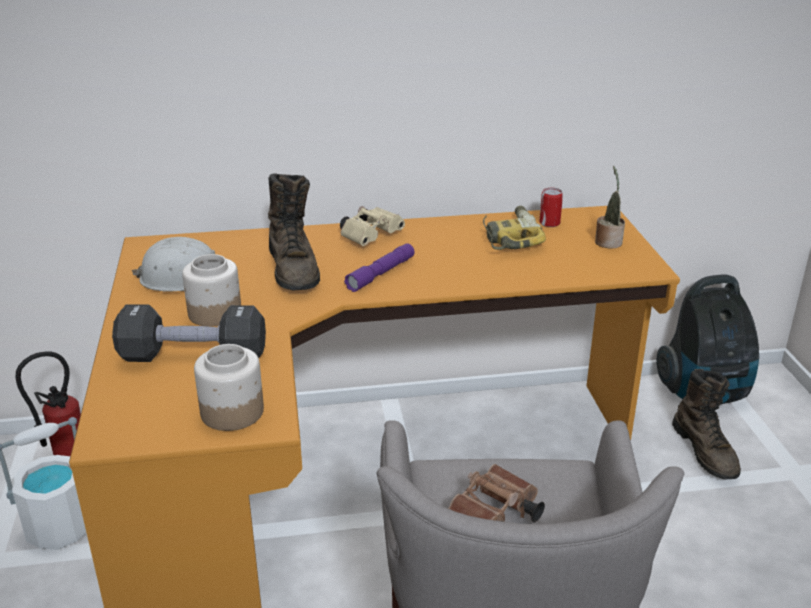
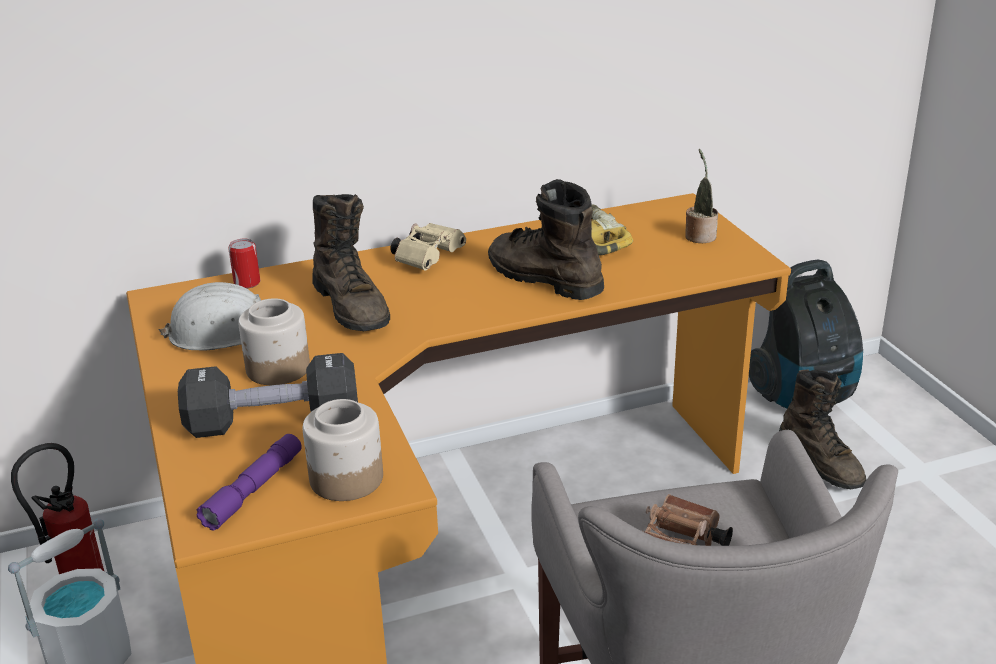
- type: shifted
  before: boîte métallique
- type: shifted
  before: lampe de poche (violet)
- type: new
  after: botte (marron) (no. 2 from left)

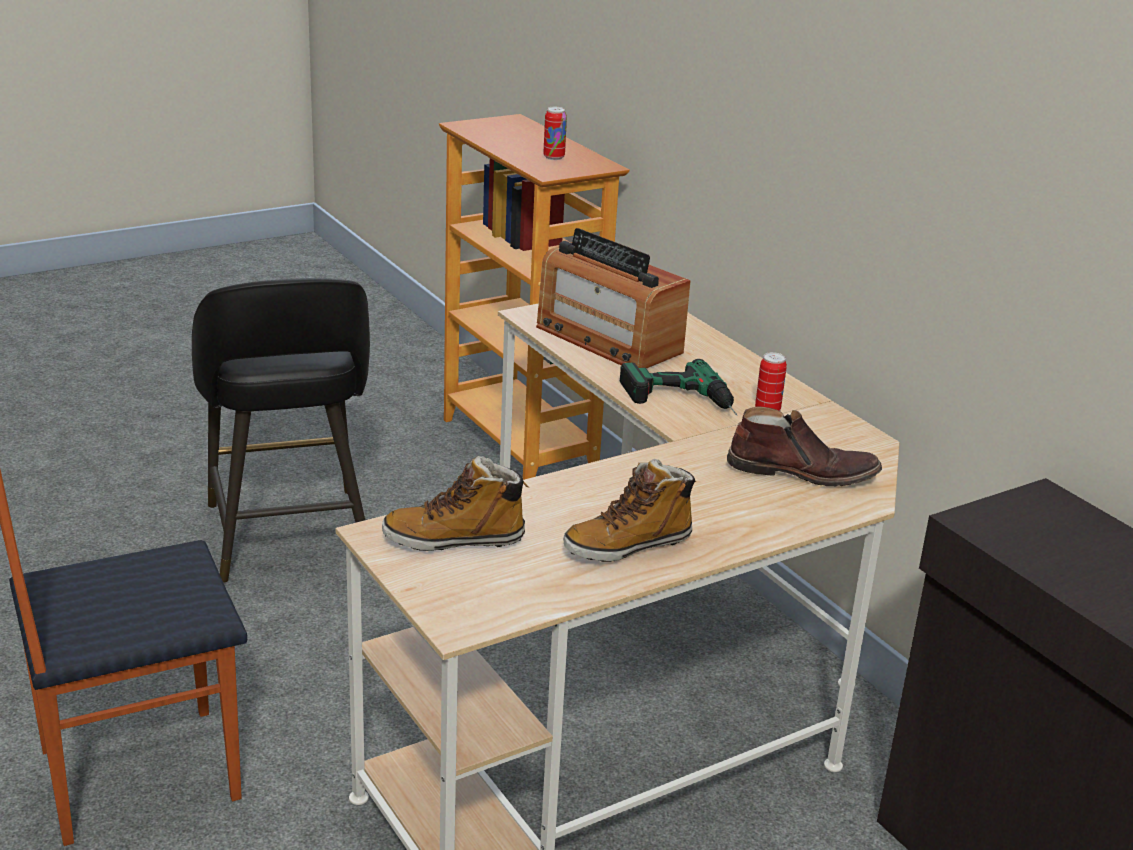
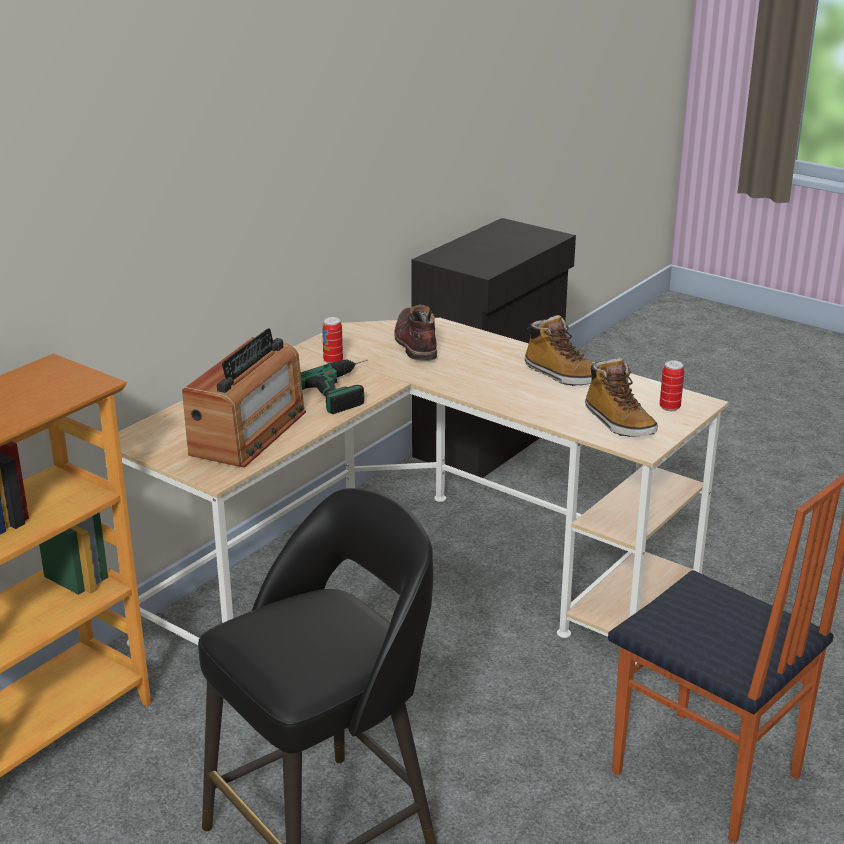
- type: shifted
  before: boîte métallique (no. 1 from left in the first image)
  after: boîte métallique (no. 2 from left)

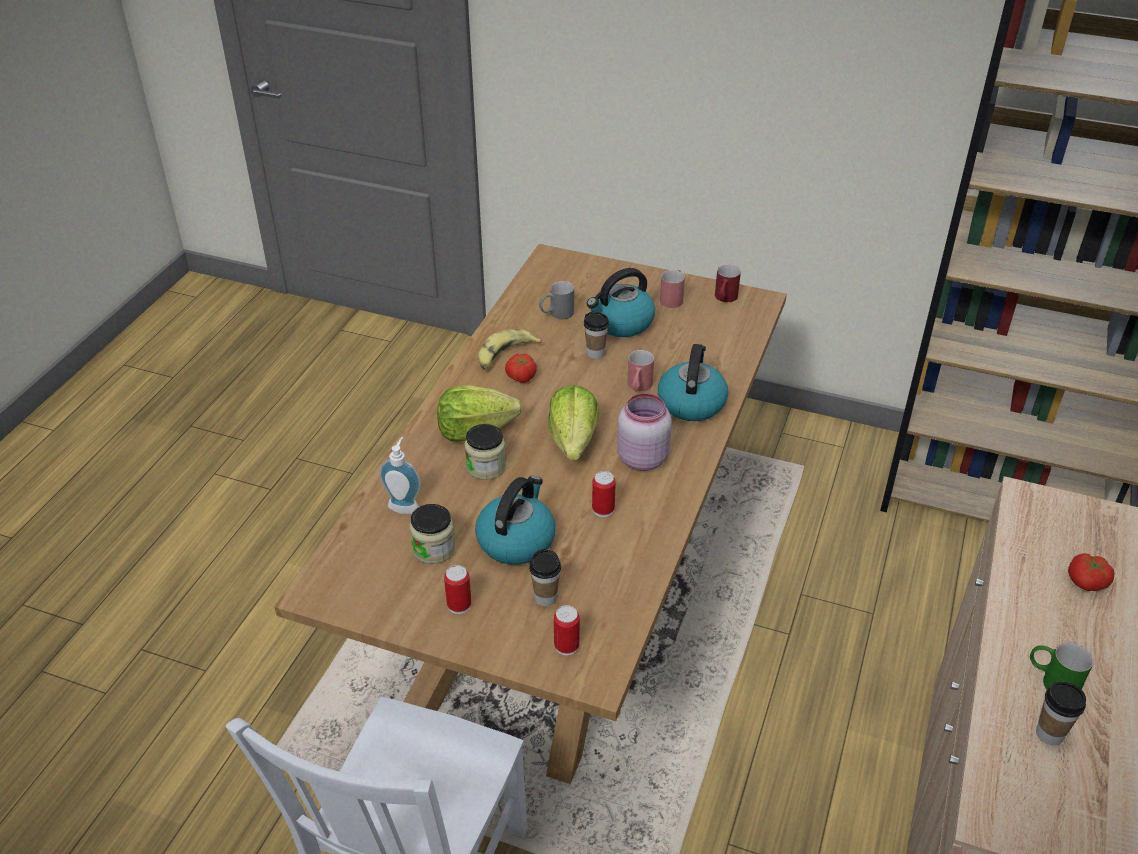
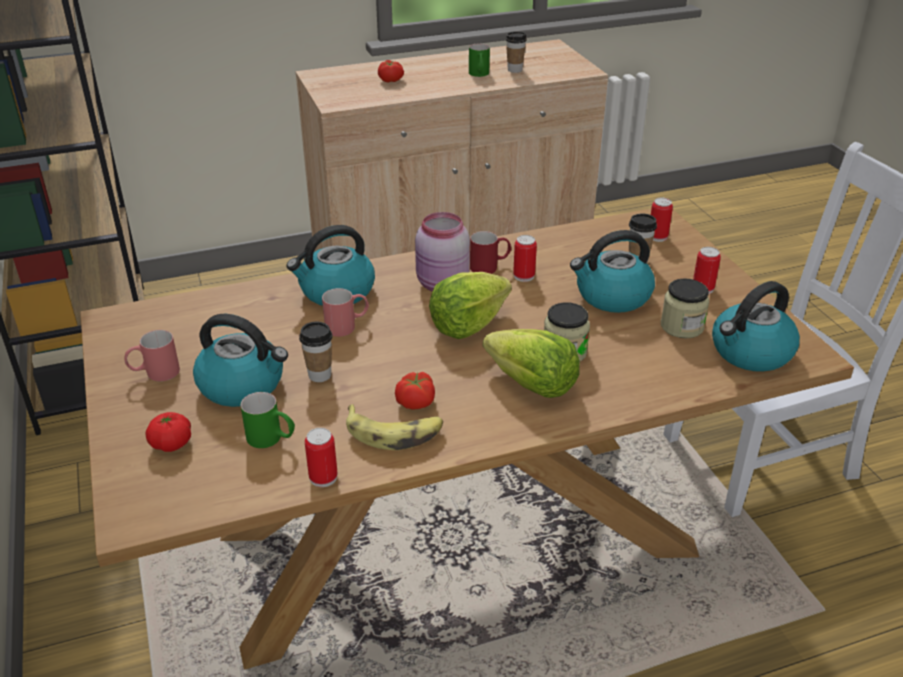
- type: shifted
  before: mug (rouge) (no. 3 from left)
- type: repainted
  before: mug (gris)
  after: mug (vert) (no. 1 from left)
- type: gone
  before: distributeur de savon
- type: new
  after: bouilloire (no. 4 from left)
- type: new
  after: tomate (no. 1 from left)
- type: new
  after: boîte métallique (no. 1 from left)

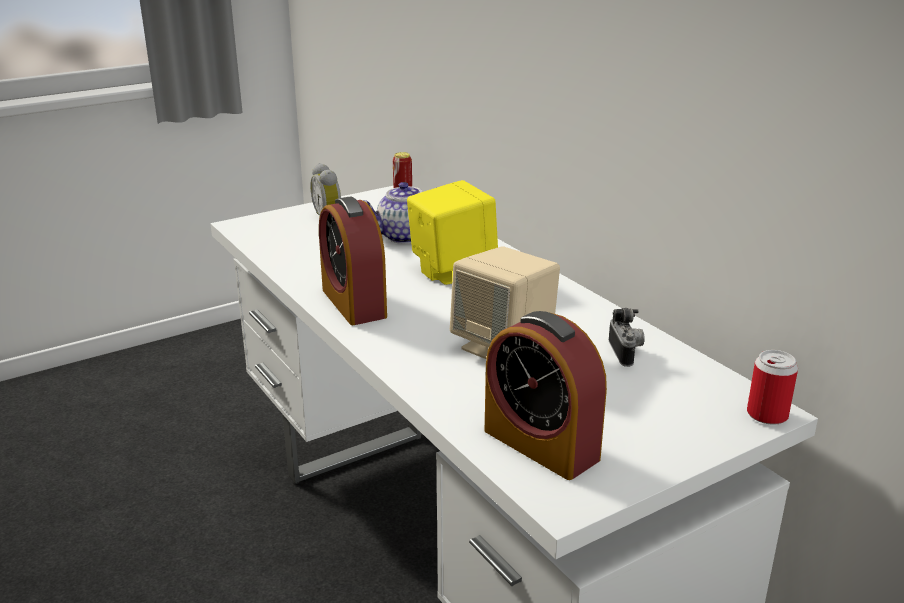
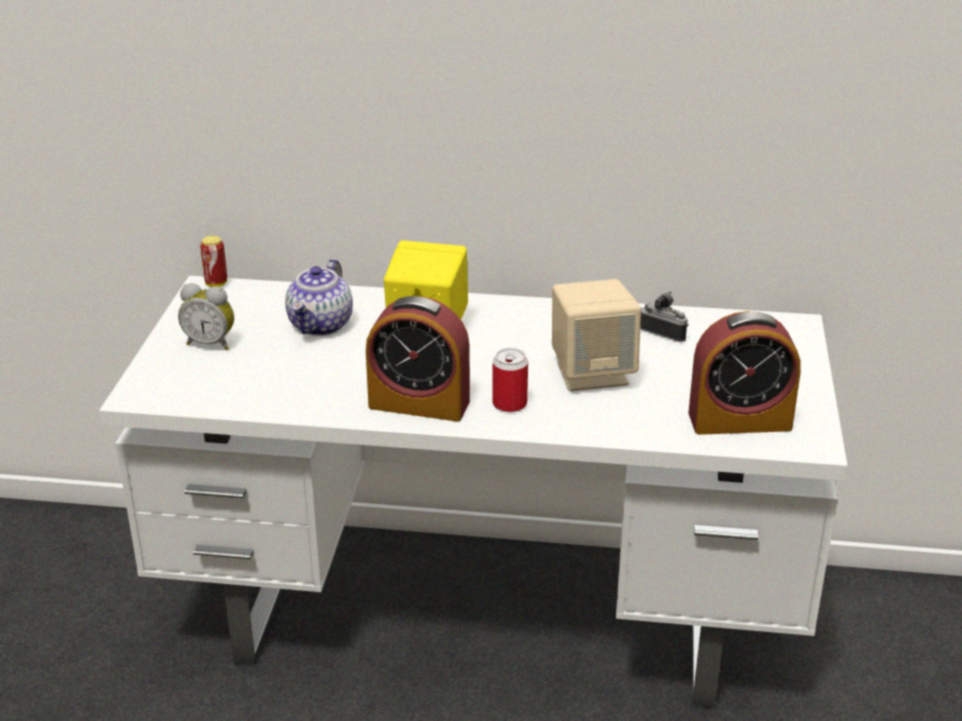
- type: shifted
  before: boîte métallique (no. 2 from left)

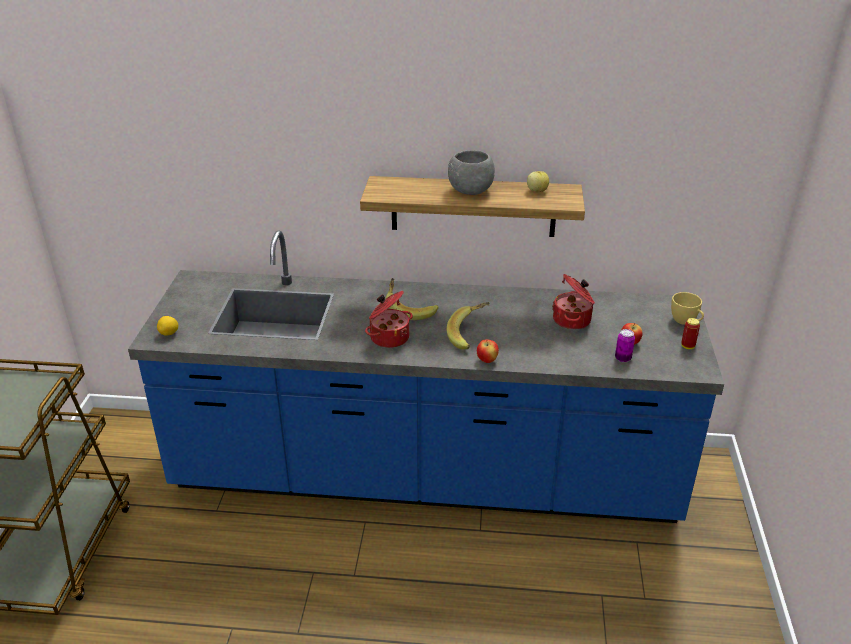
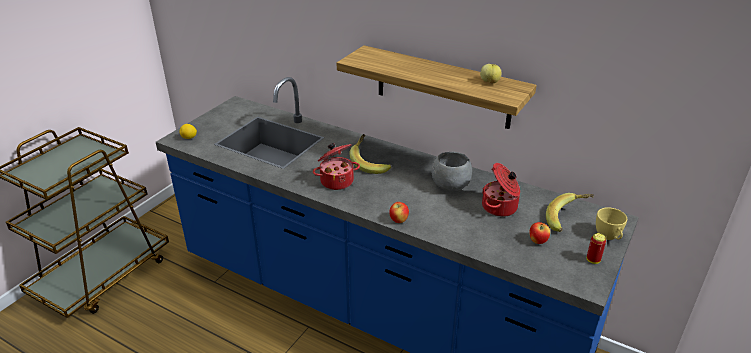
- type: shifted
  before: bol (gris)
- type: shifted
  before: banane (no. 2 from left)
- type: gone
  before: boîte métallique (no. 1 from left)

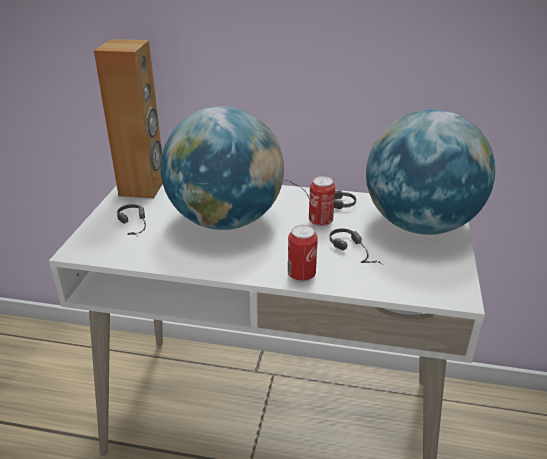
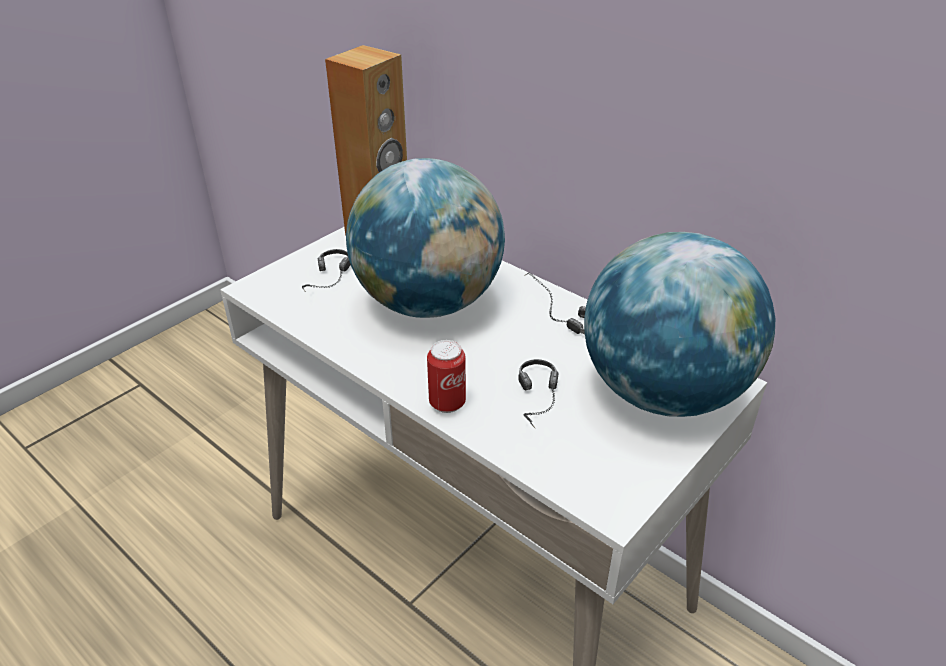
- type: gone
  before: boîte métallique (no. 2 from left)

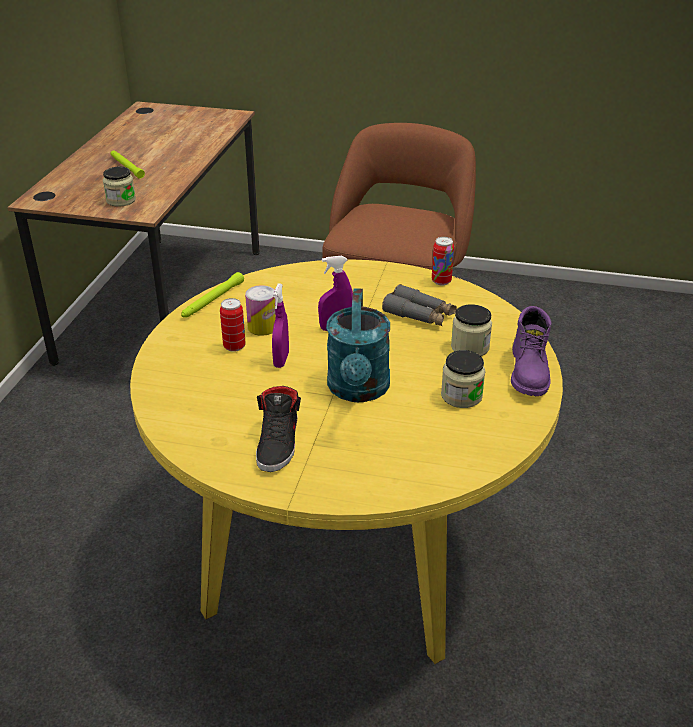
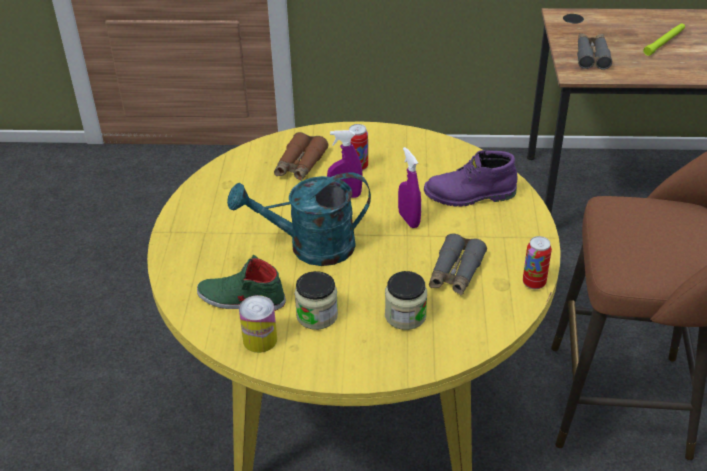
- type: swapped
  before: bocal (no. 1 from left)
  after: jumelles (gris) (no. 2 from left)
- type: gone
  before: lampe de poche (vert) (no. 2 from left)
- type: shifted
  before: boîte métallique (no. 2 from left in the first image)
  after: boîte métallique (no. 1 from left)
- type: shifted
  before: botte (violet)
- type: gone
  before: chaussure (noir)
- type: new
  after: jumelles (marron)
- type: new
  after: chaussure (vert)

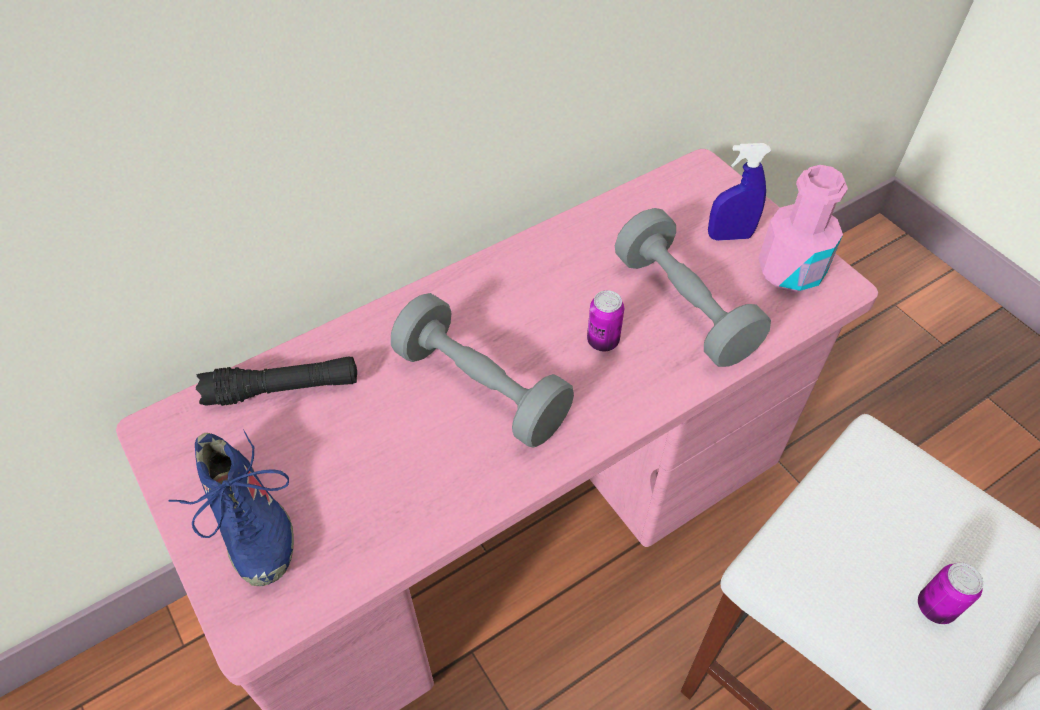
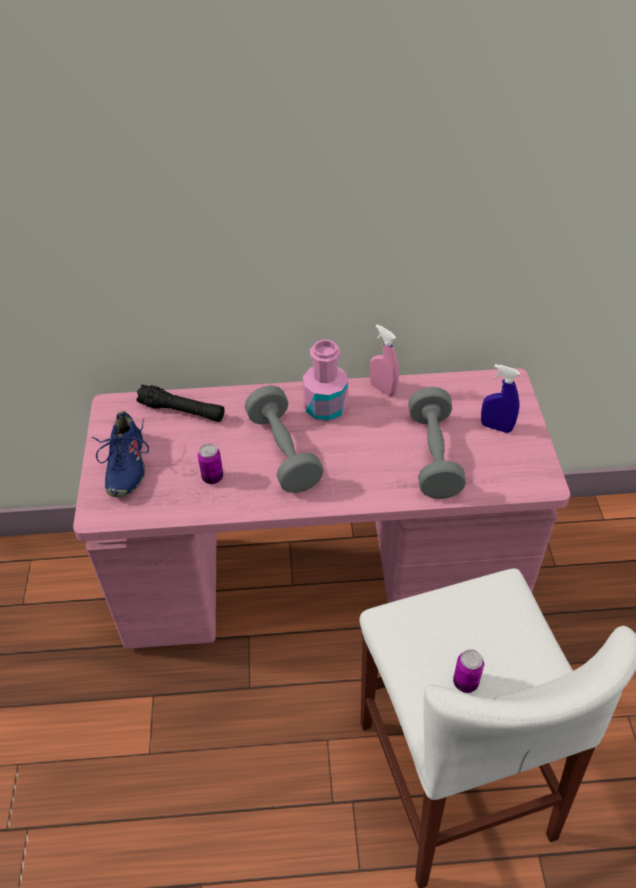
- type: shifted
  before: bouteille (rose)
- type: shifted
  before: boîte métallique (no. 1 from left)
- type: new
  after: vaporisateur (rose)

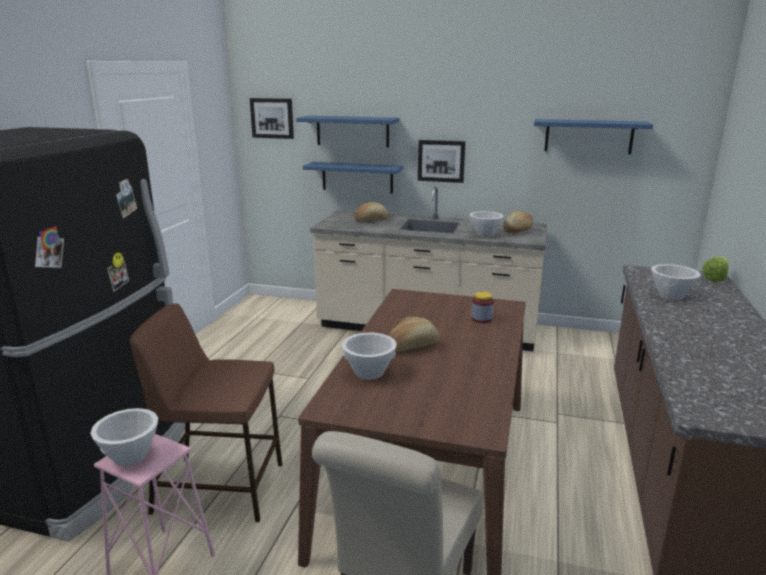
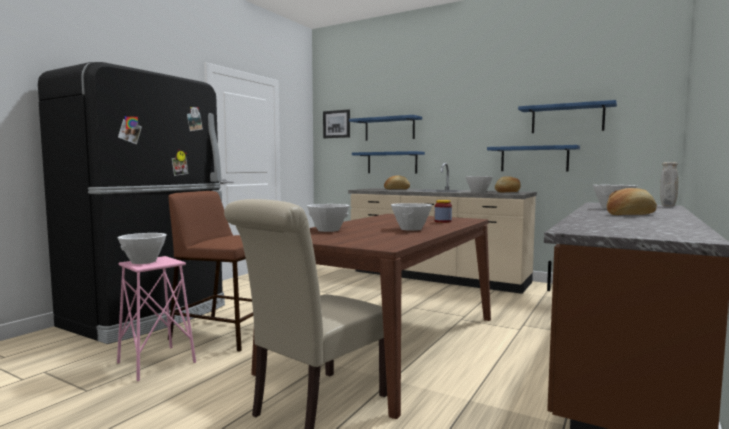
- type: gone
  before: tableau (no. 2 from left)
- type: swapped
  before: laitue
  after: vase (beige)
- type: shifted
  before: pain (no. 2 from left in the first image)
  after: pain (no. 3 from left)
- type: new
  after: étagère (bleu) (no. 3 from left)
- type: new
  after: bol (blanc) (no. 3 from left)

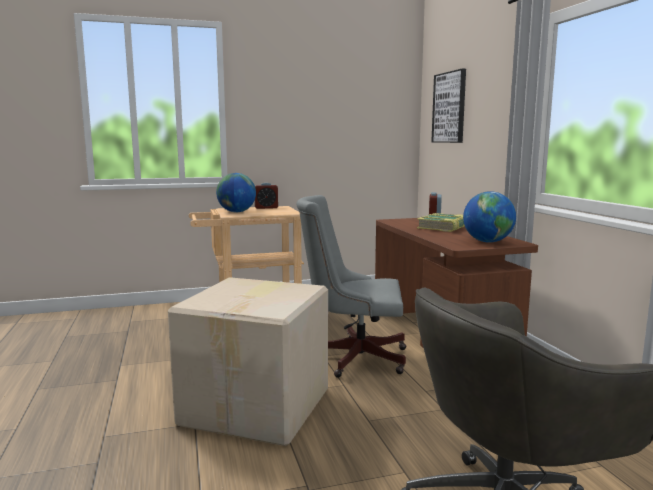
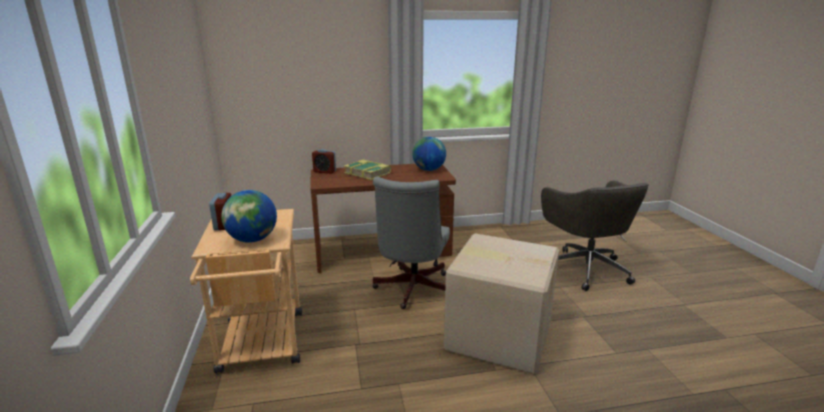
- type: gone
  before: tableau

